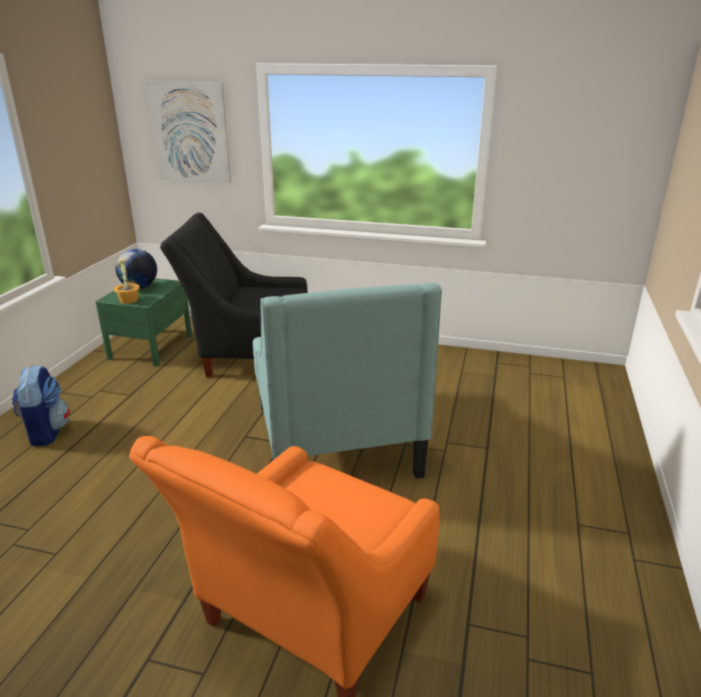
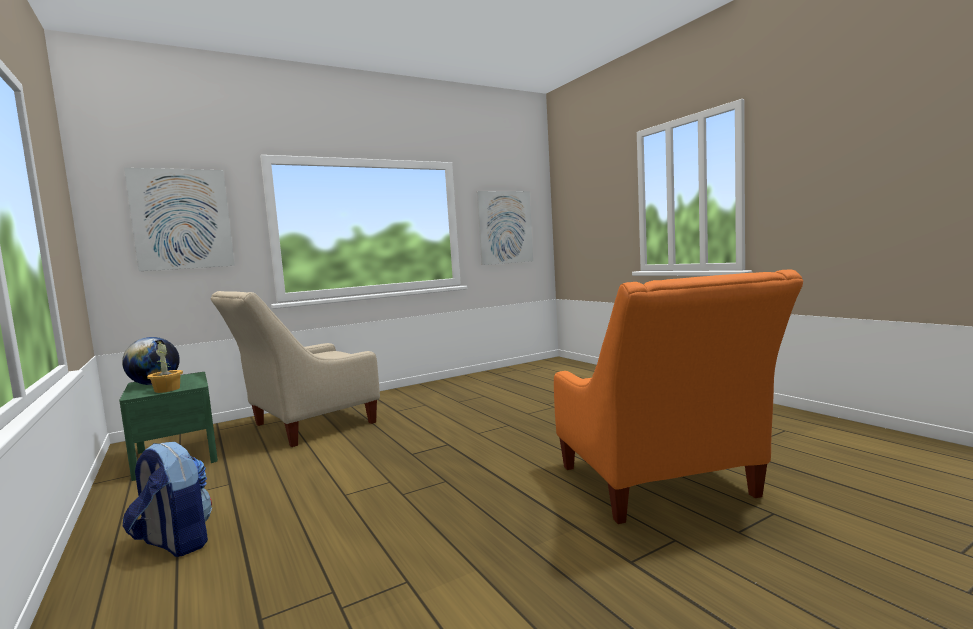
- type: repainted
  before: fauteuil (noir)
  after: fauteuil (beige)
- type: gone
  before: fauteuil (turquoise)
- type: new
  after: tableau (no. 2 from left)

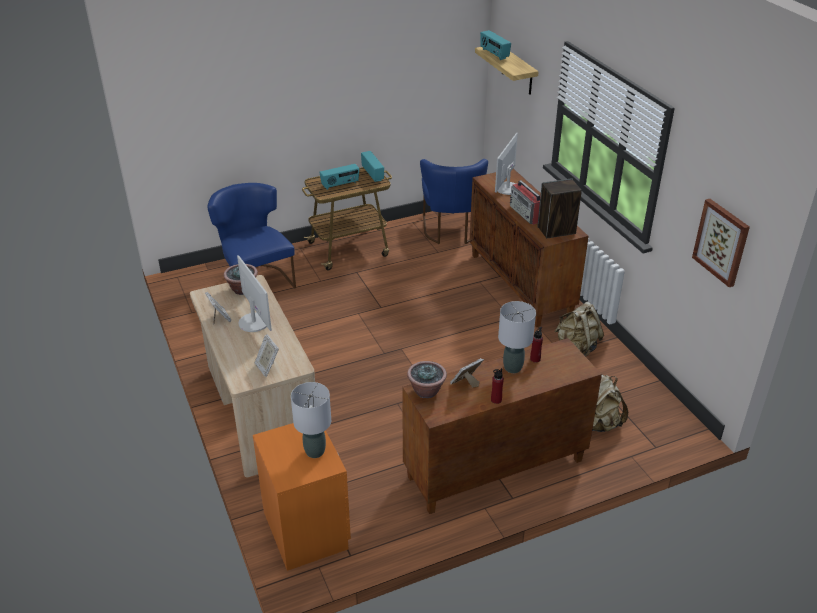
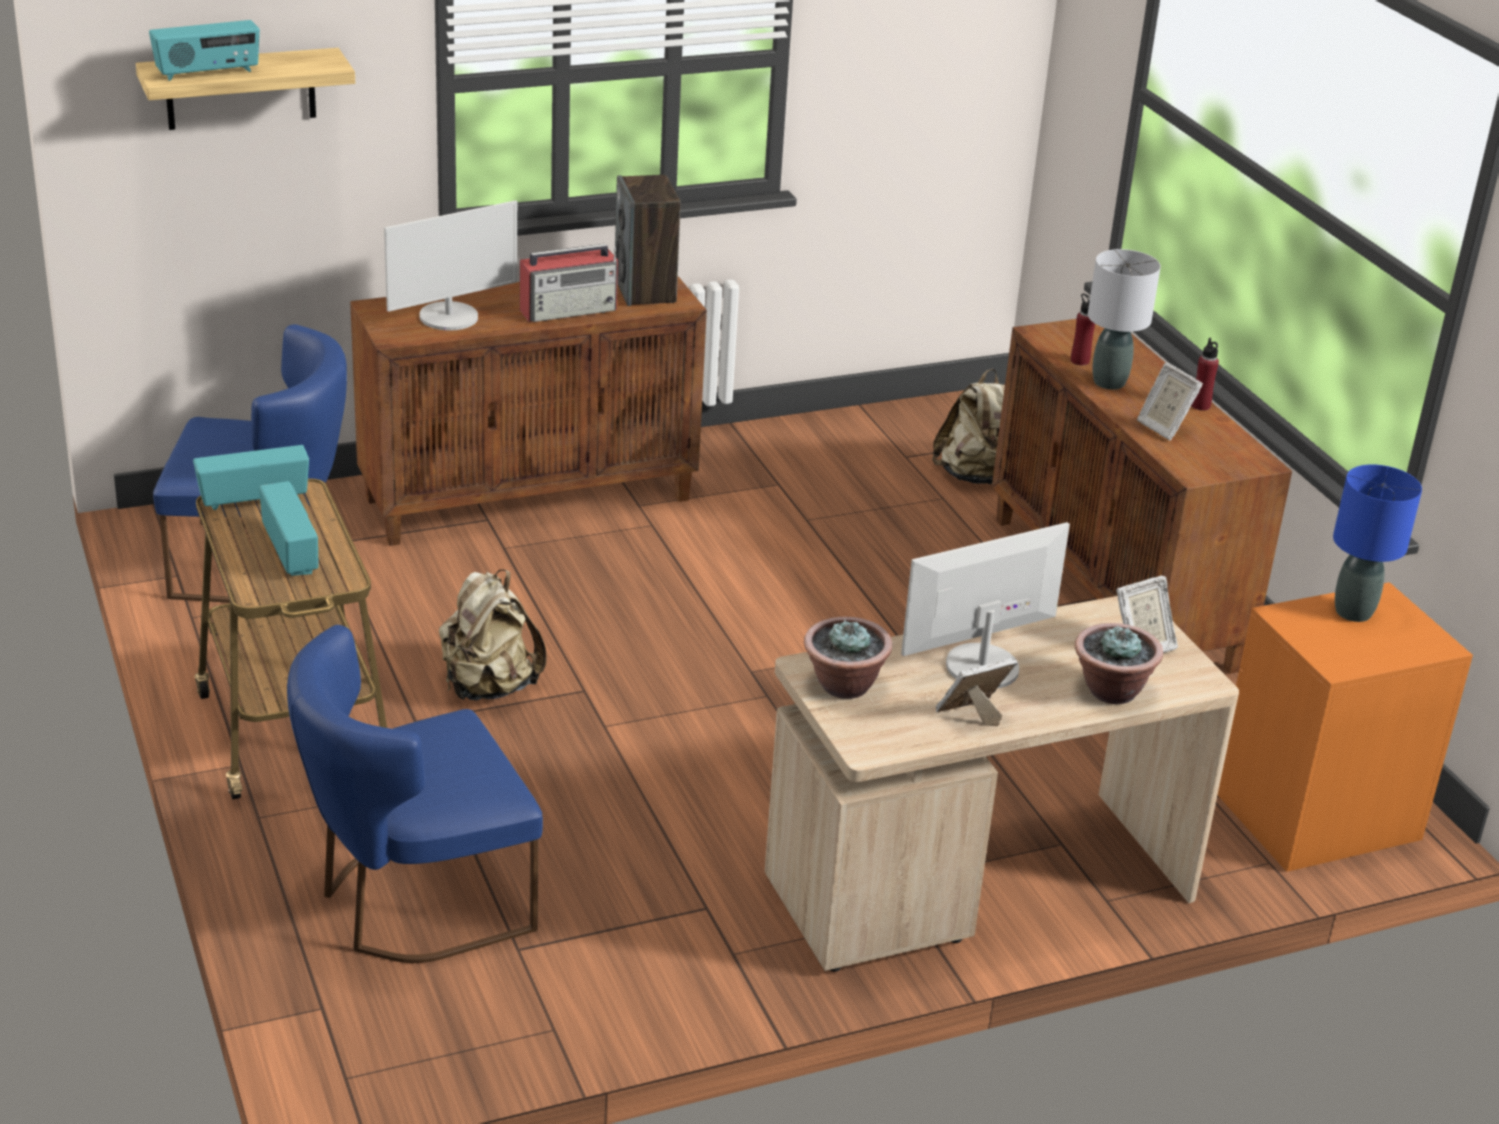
- type: rotated
  before: écran d'ordinateur (no. 2 from left in the first image)
  turn: -60
- type: gone
  before: tableau
- type: shifted
  before: sac à dos (beige) (no. 1 from left)
- type: shifted
  before: plante en pot (no. 2 from left)
- type: repainted
  before: lampe de table (gris) (no. 1 from left)
  after: lampe de table (bleu)

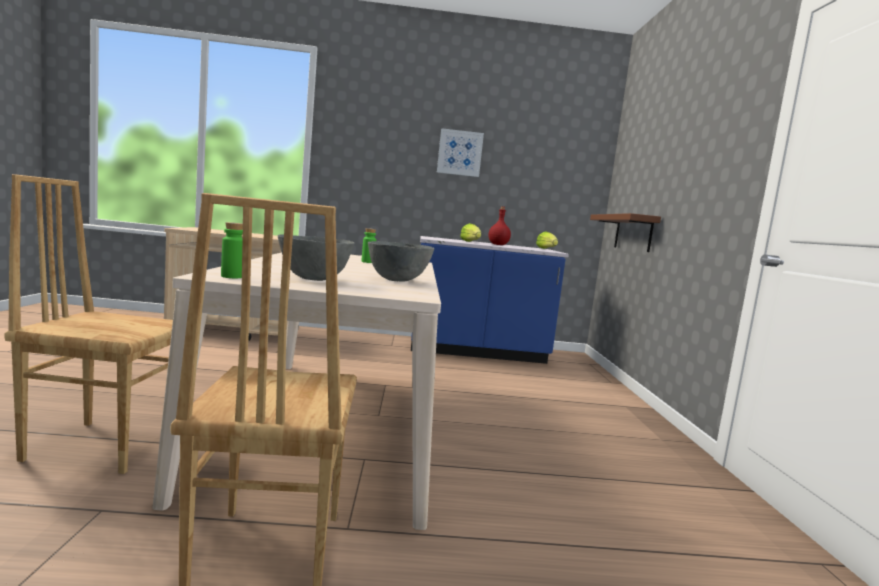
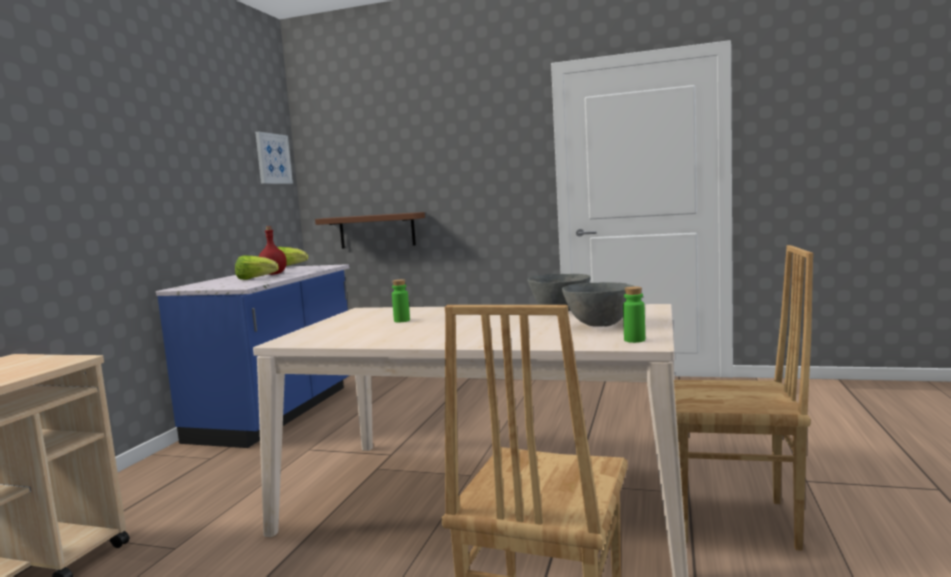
- type: shifted
  before: tableau

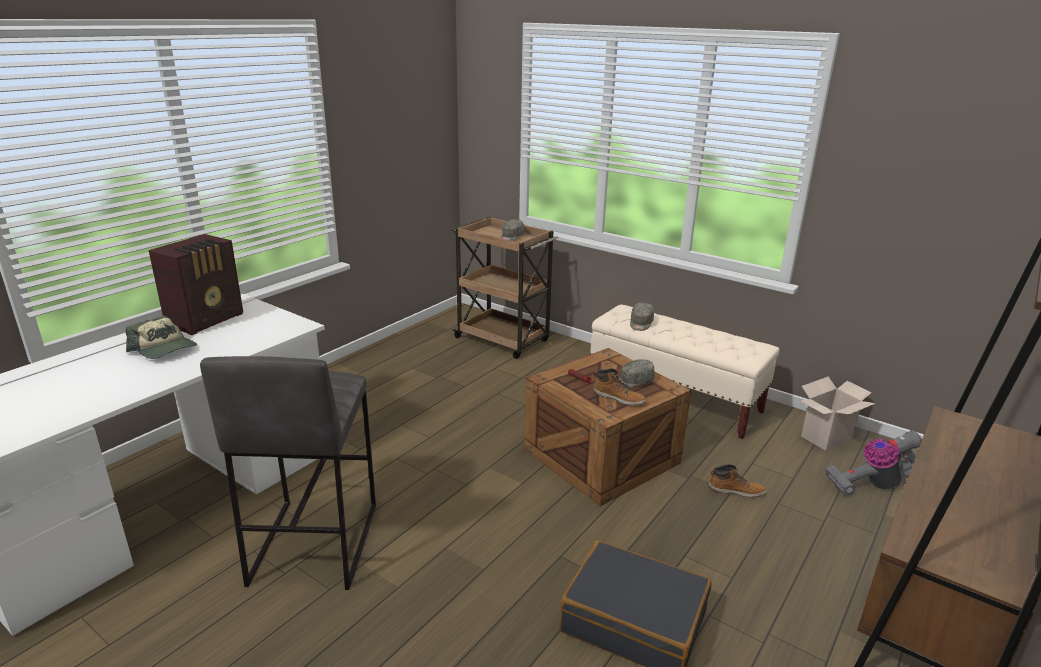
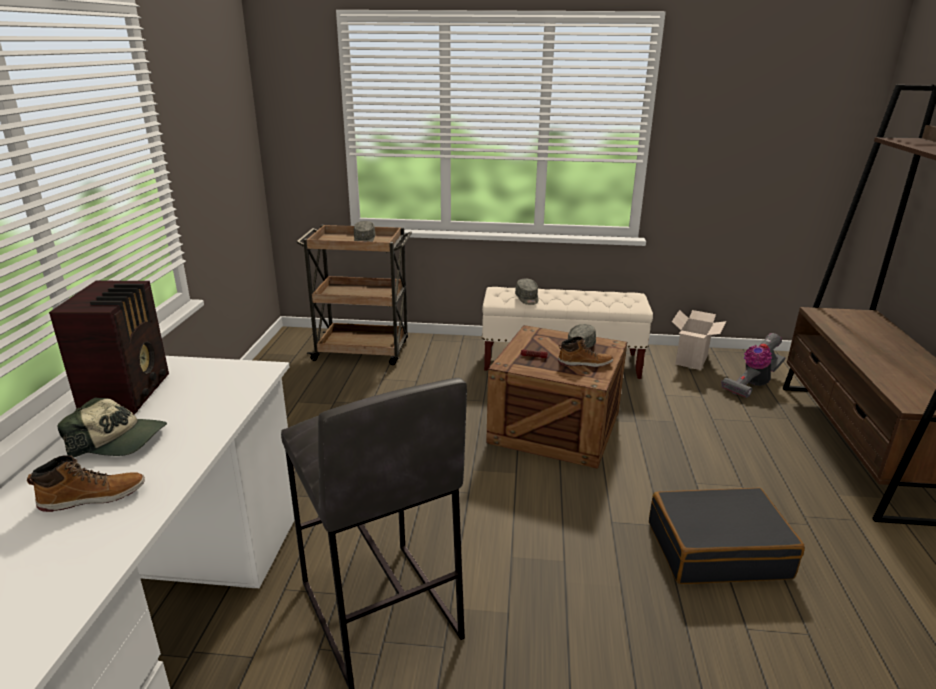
- type: shifted
  before: botte (no. 2 from left in the first image)
  after: botte (no. 1 from left)

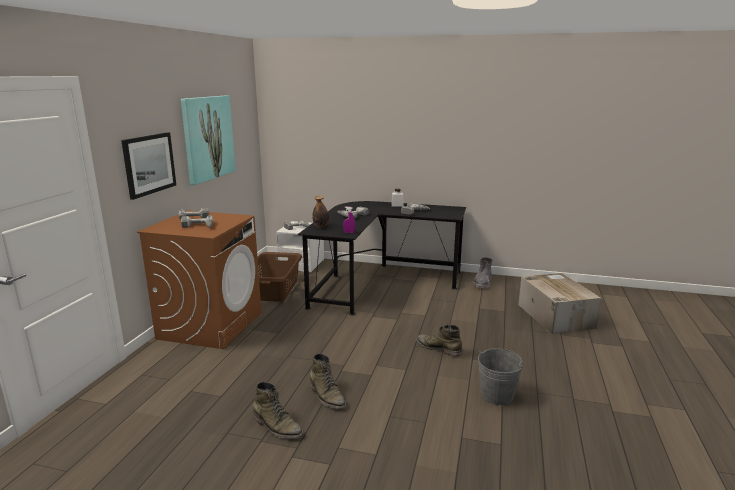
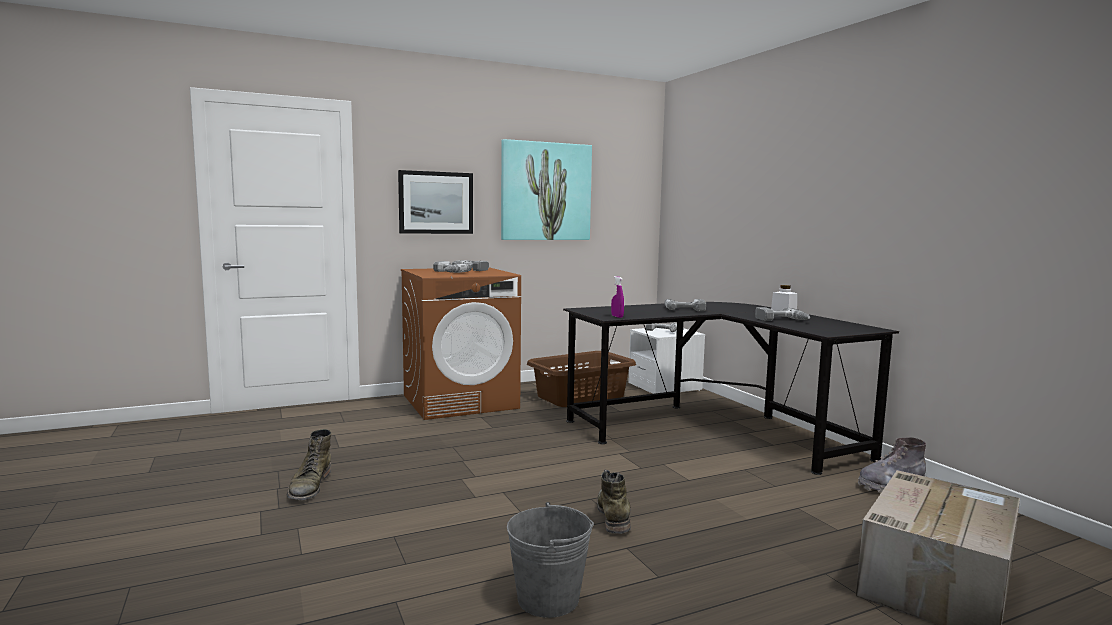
- type: gone
  before: bouteille
- type: gone
  before: botte (vert) (no. 2 from left)

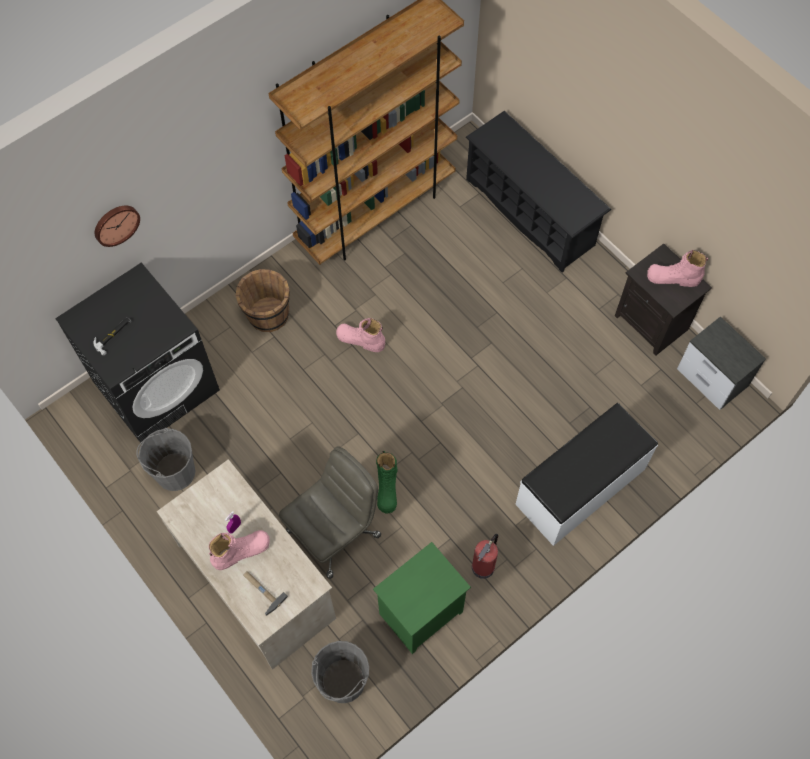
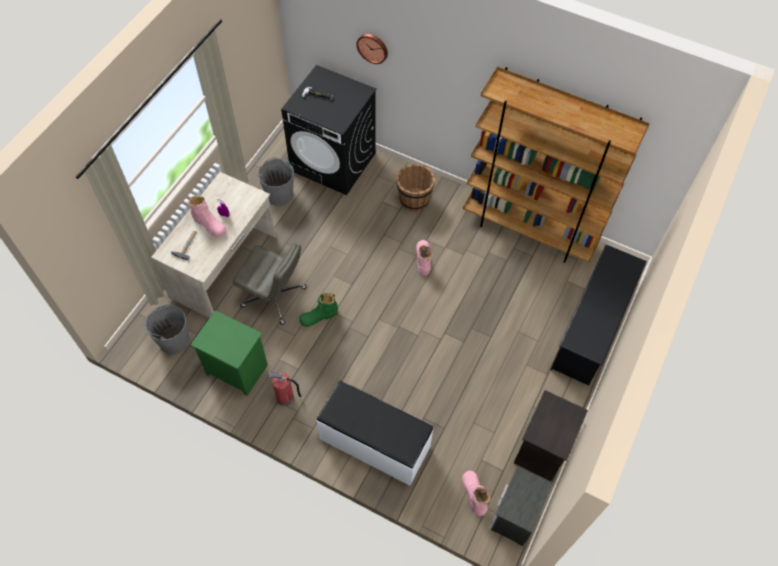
- type: shifted
  before: botte (rose) (no. 3 from left)

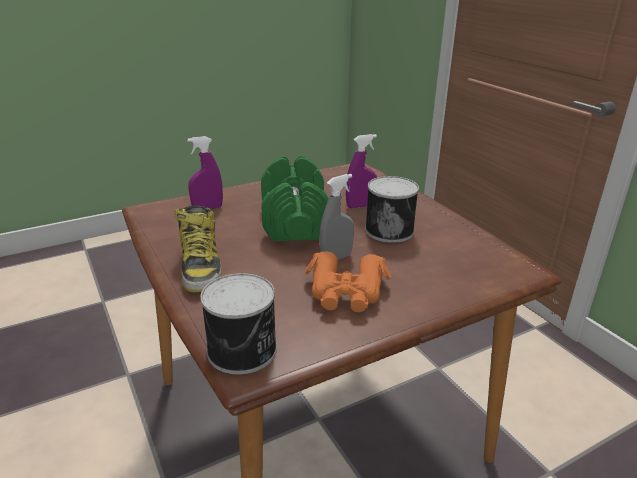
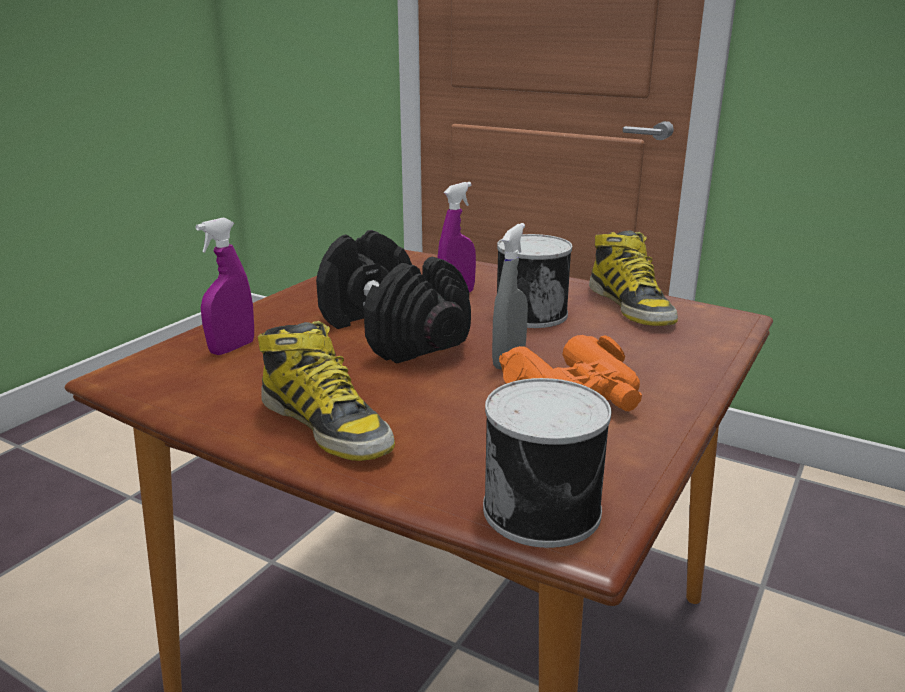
- type: repainted
  before: haltère (vert)
  after: haltère (noir)
- type: new
  after: botte (no. 2 from left)

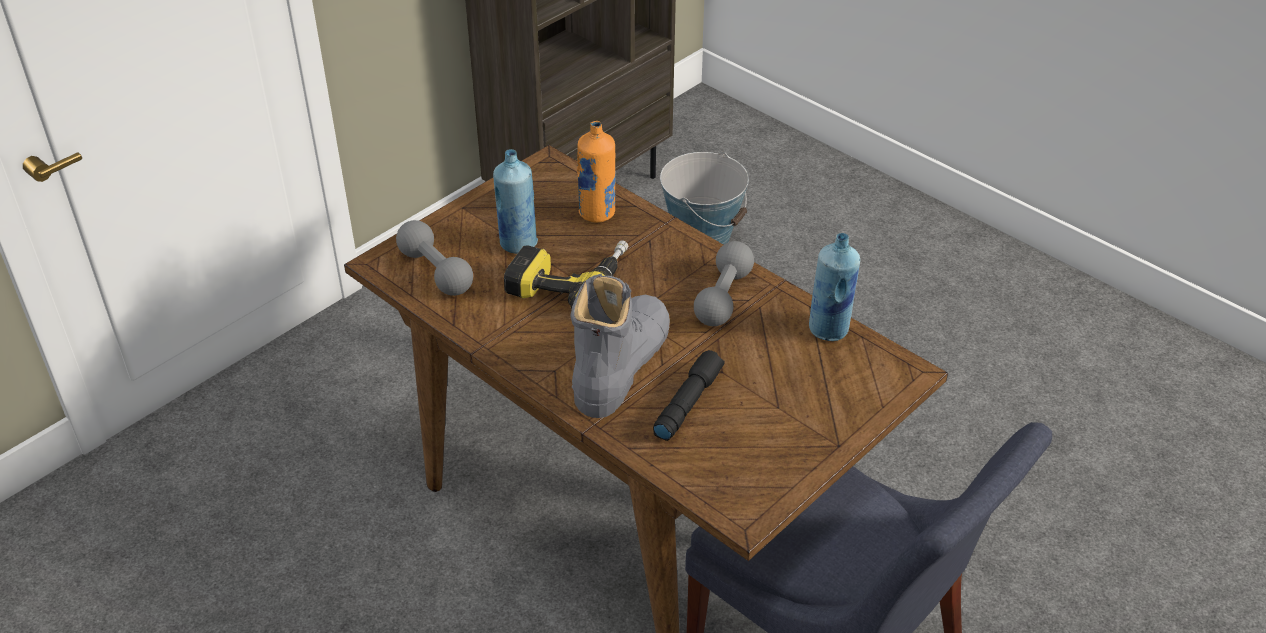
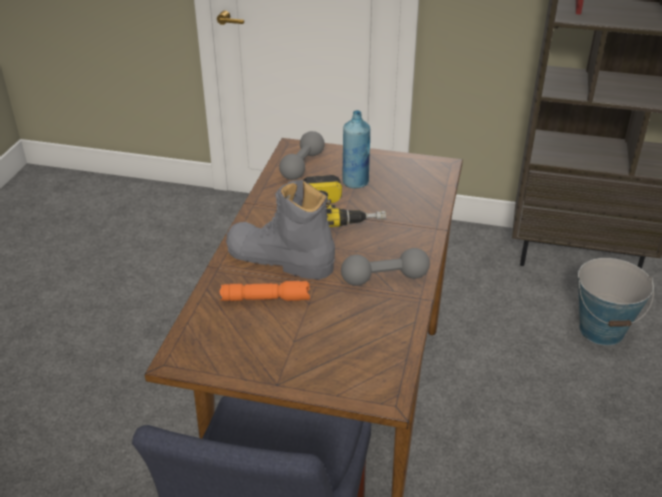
- type: gone
  before: bouteille (orange)
- type: gone
  before: bouteille (bleu) (no. 2 from left)
- type: rotated
  before: botte (gris)
  turn: -150
- type: repainted
  before: lampe de poche (noir)
  after: lampe de poche (orange)

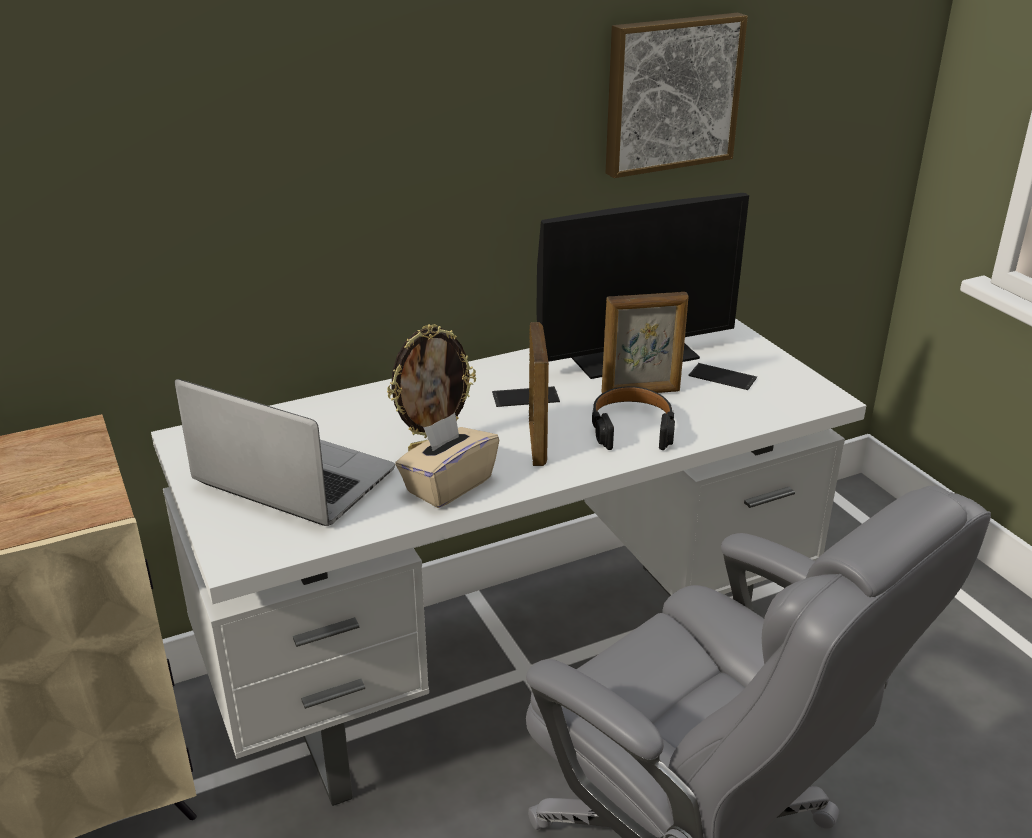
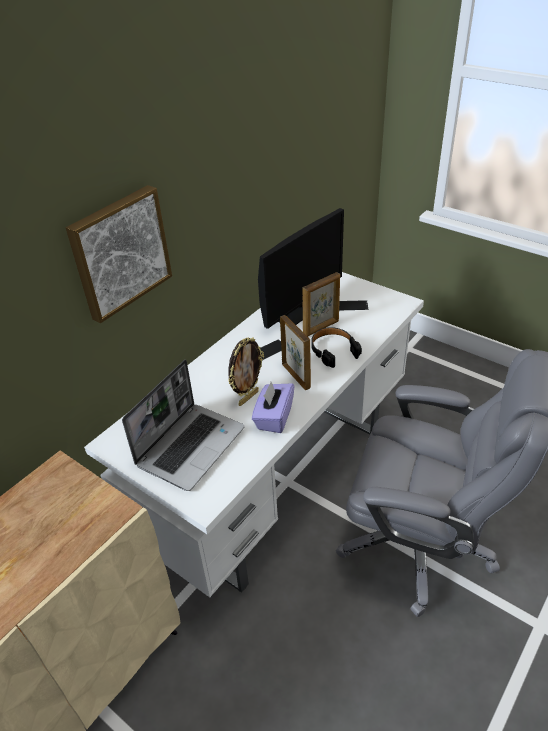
- type: shifted
  before: tableau
- type: rotated
  before: ordinateur portable
  turn: 120
- type: repainted
  before: boîte à mouchoirs (beige)
  after: boîte à mouchoirs (violet)

